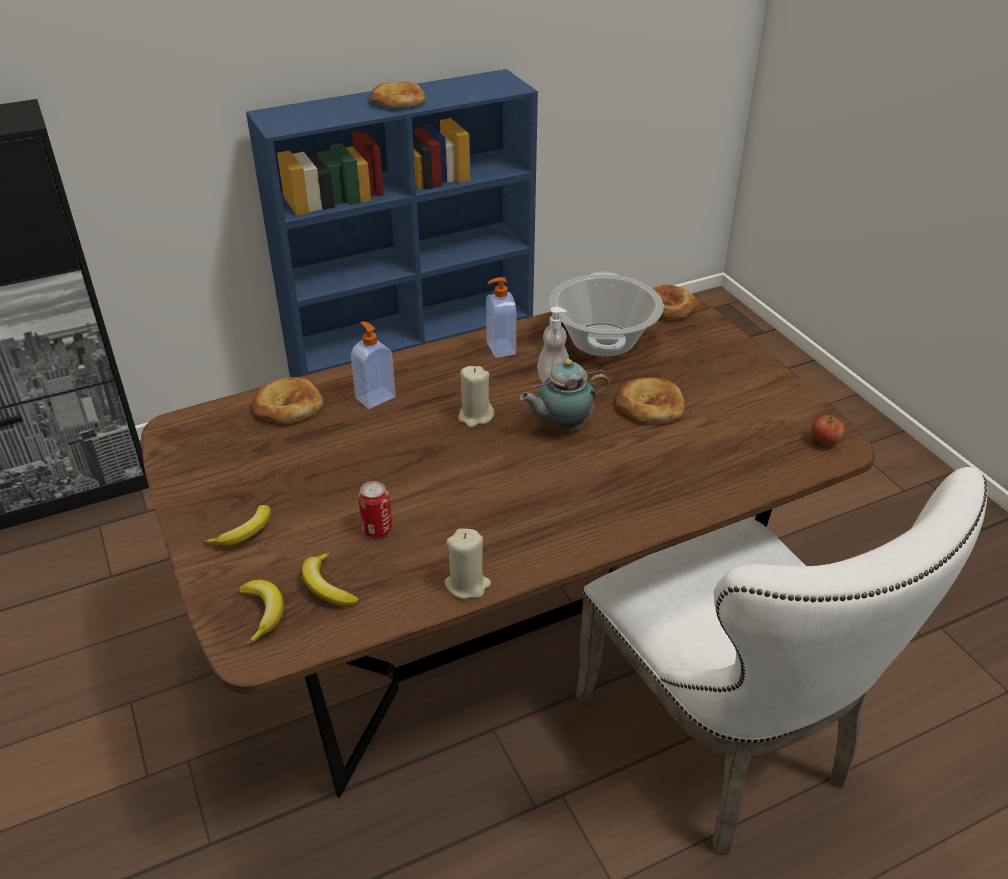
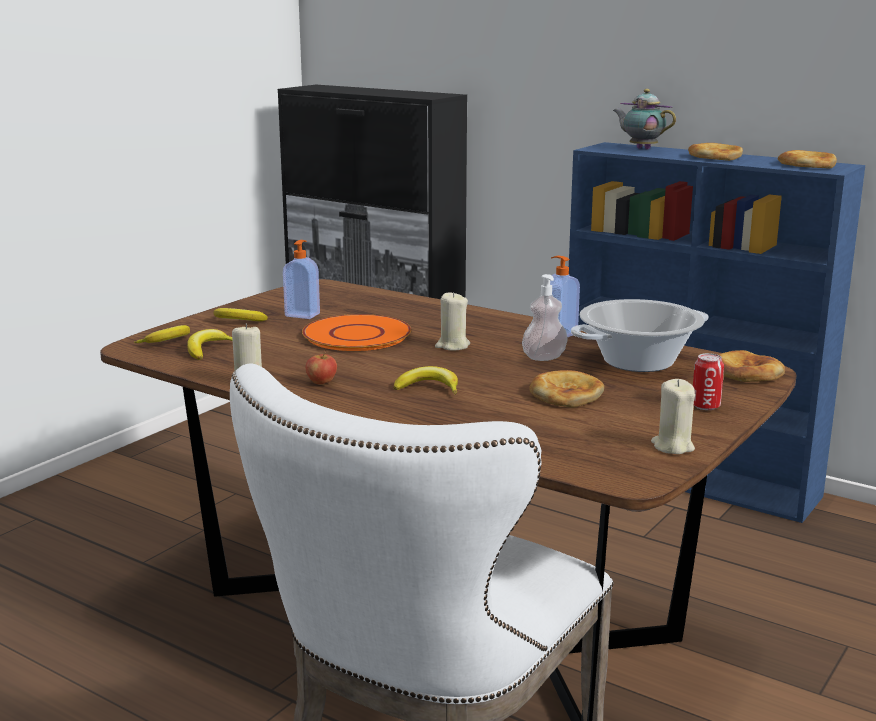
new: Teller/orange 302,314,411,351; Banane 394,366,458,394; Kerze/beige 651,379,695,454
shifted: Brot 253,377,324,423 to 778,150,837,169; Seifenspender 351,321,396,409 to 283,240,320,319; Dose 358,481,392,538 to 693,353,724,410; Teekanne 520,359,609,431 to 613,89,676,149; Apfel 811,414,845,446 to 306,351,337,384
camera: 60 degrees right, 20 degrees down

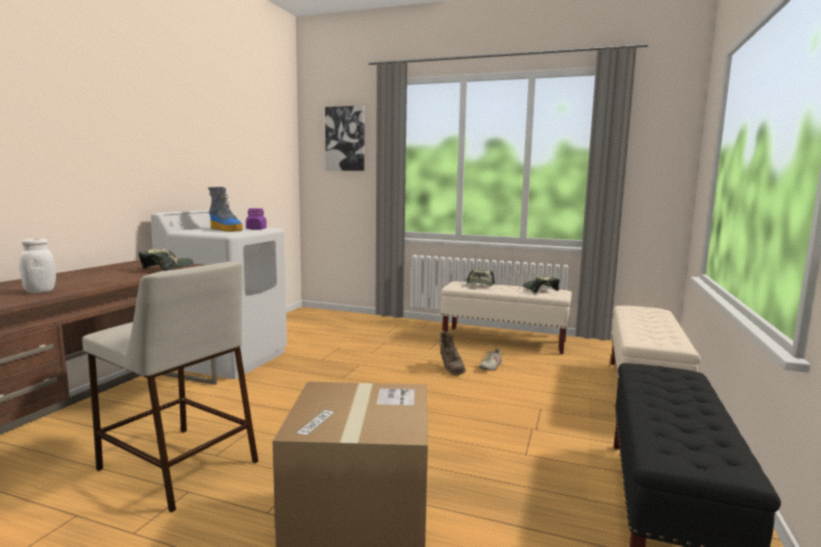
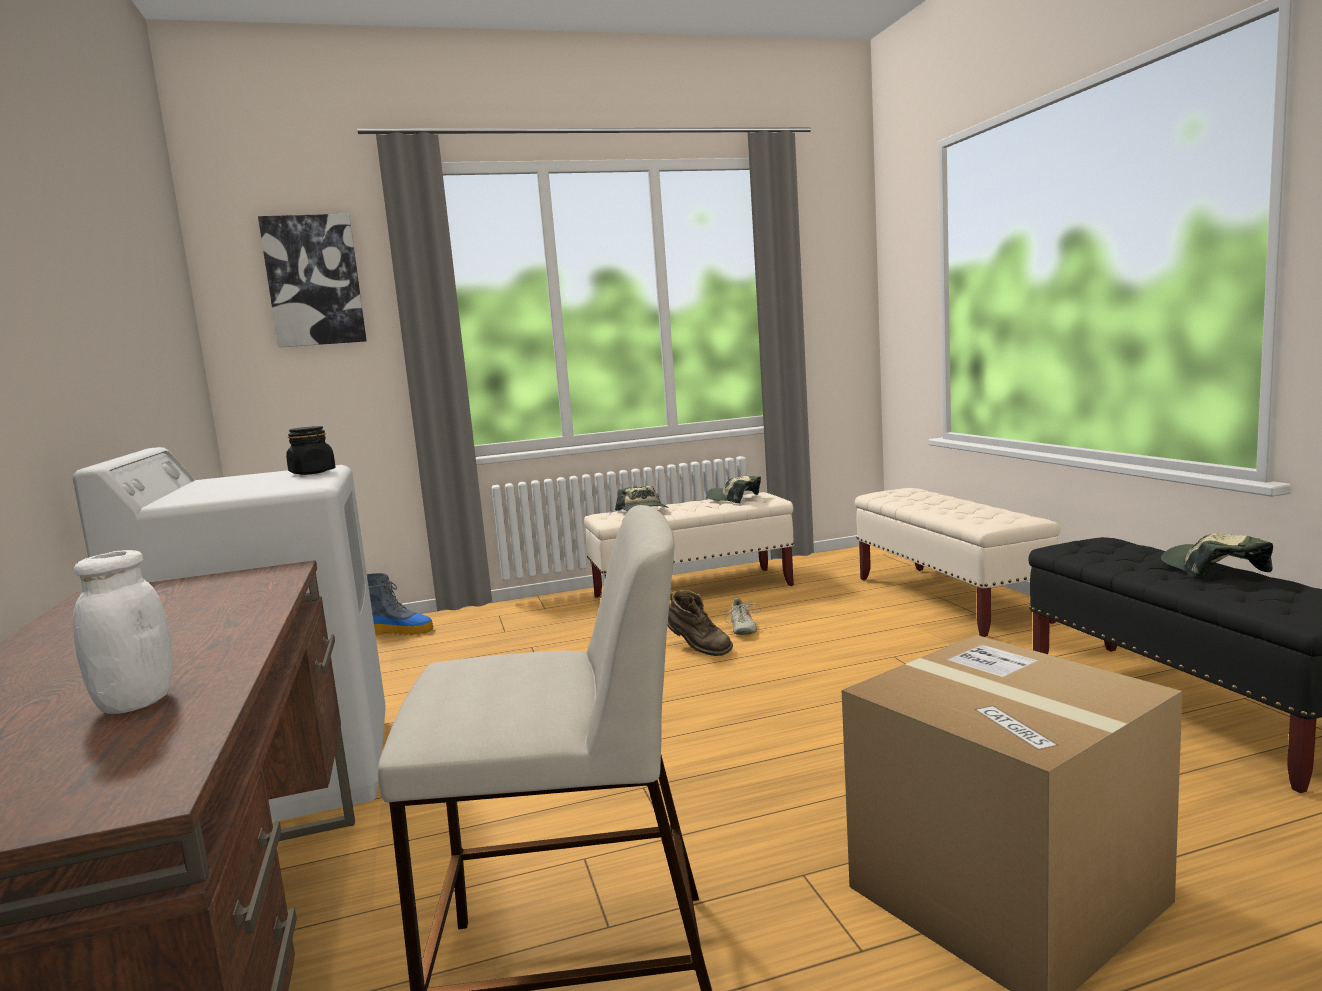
shifted: Kappe 139,249,193,271 to 1161,533,1273,580; Stiefel 208,187,243,232 to 367,573,433,635
repainted: Vorratsglas/lila 246,208,267,230 to Vorratsglas/schwarz 286,426,336,475
camera: 35 degrees left, 0 degrees up

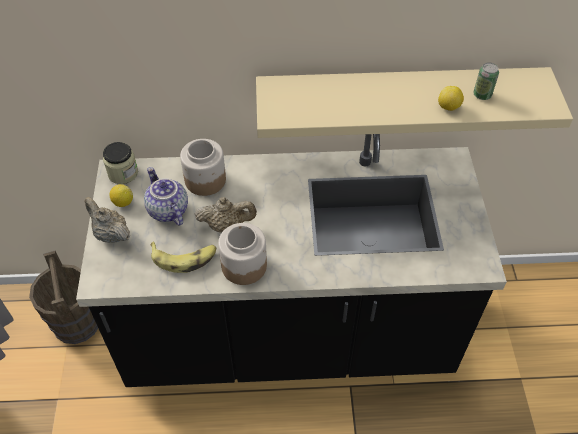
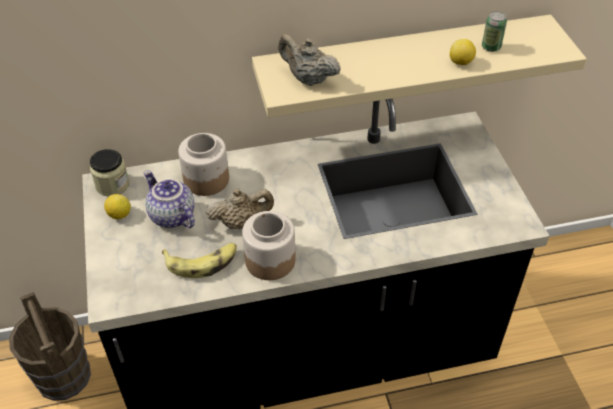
shifted: Teekanne/beige 85,197,130,243 to 278,34,341,86
camera: 10 degrees left, 5 degrees down

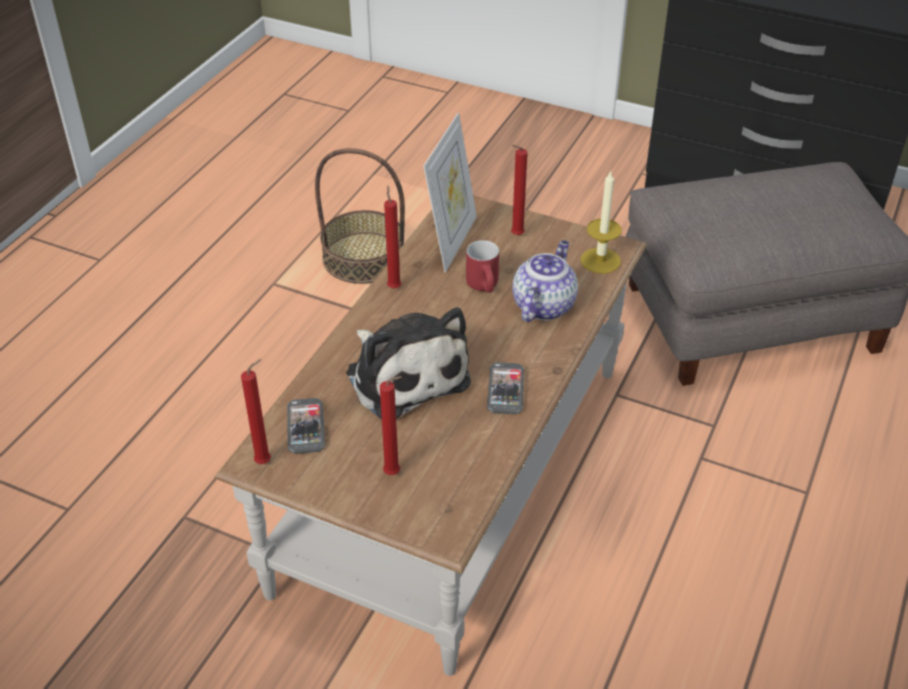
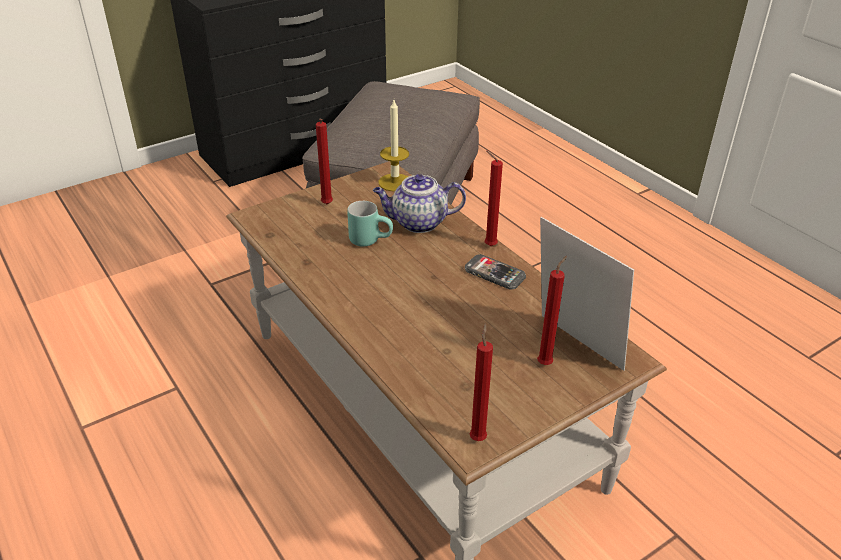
gone: Handy 287,398,325,454; Korb 315,148,405,284; Plüschtier 346,307,471,420
shifted: Kerze/rot 384,186,401,289 to 485,150,503,246; Bilderrahmen 423,113,477,273 to 540,217,634,371
repainted: Henkelbecher/rot 466,240,499,293 to Henkelbecher/türkis 347,201,393,247
rotated: Teekanne 512,240,578,322 = 373,174,466,233 60 degrees counterclockwise
camera: 60 degrees left, 5 degrees down

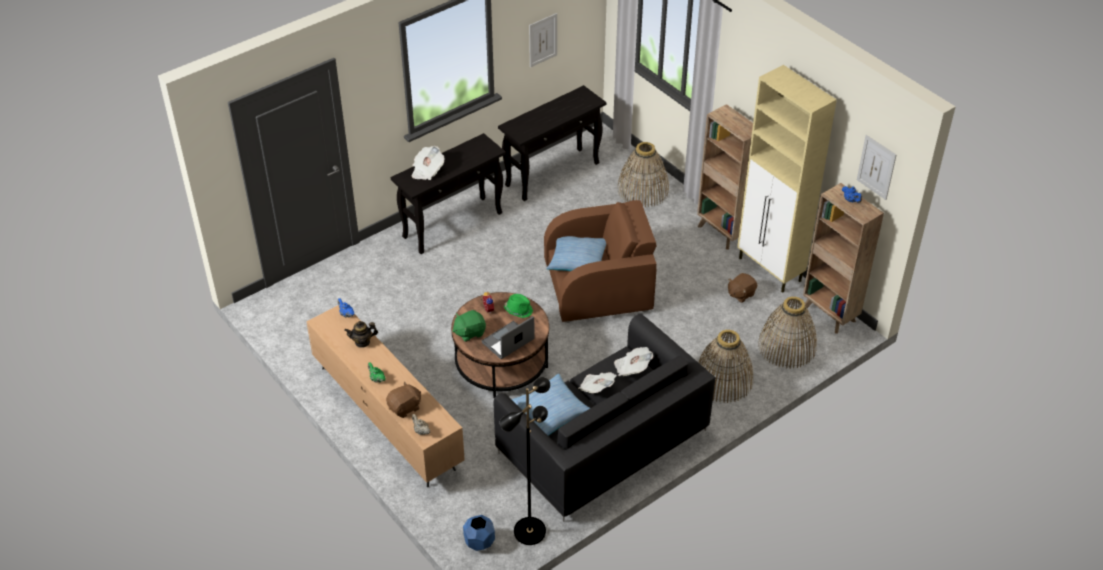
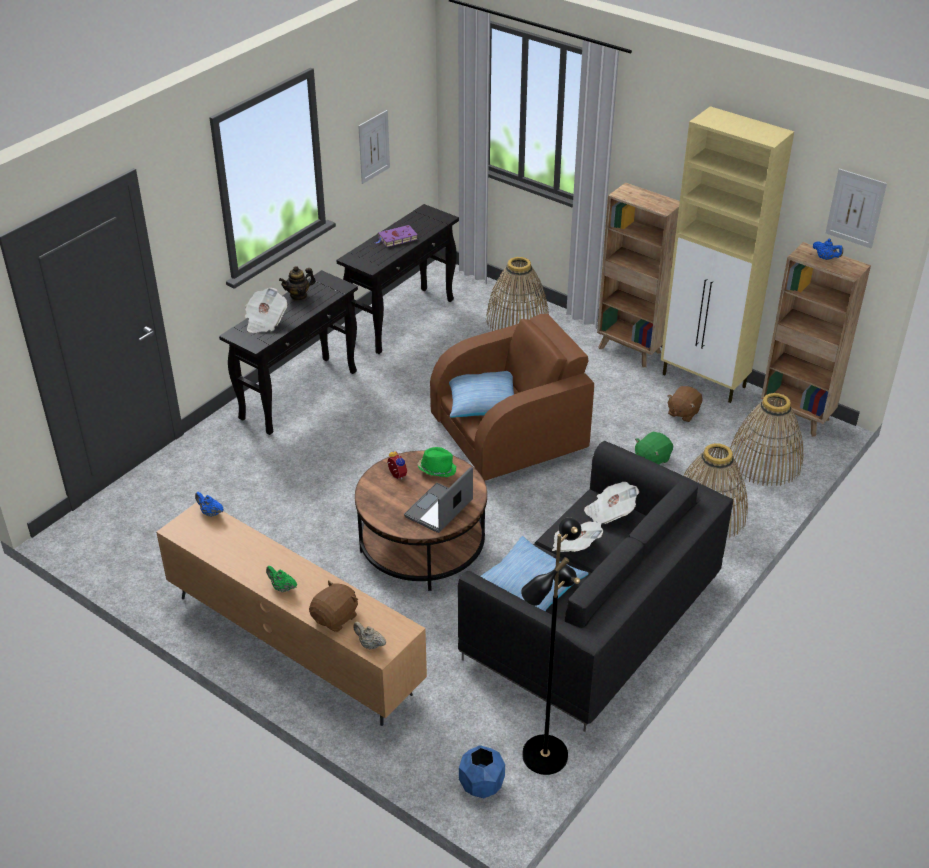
new: Buch/lila 375,225,418,247
shifted: Teekanne 344,321,378,348 to 279,266,316,301; Plüschtier/grün 452,310,486,342 to 635,432,673,465
camera: 15 degrees left, 5 degrees down

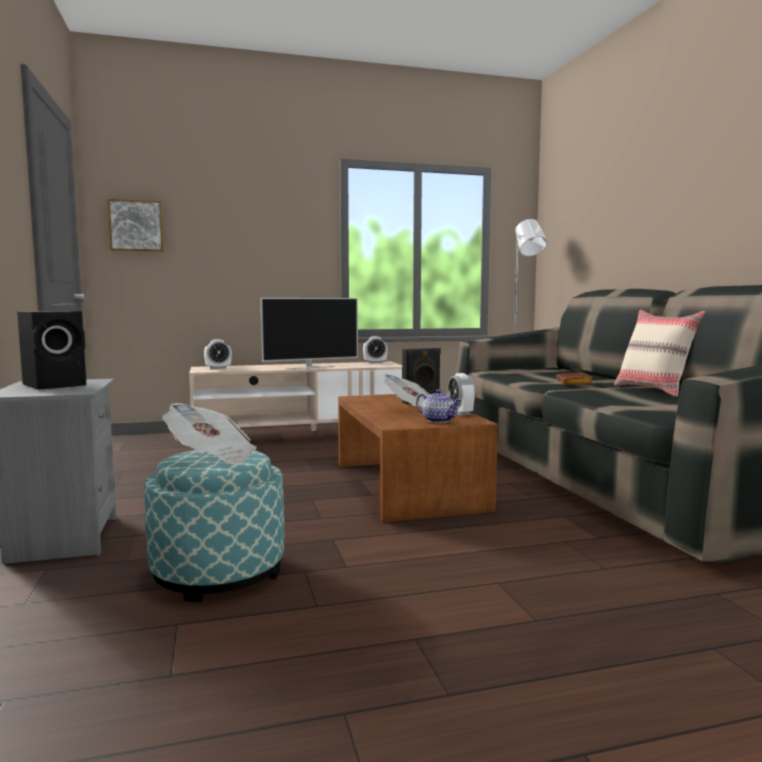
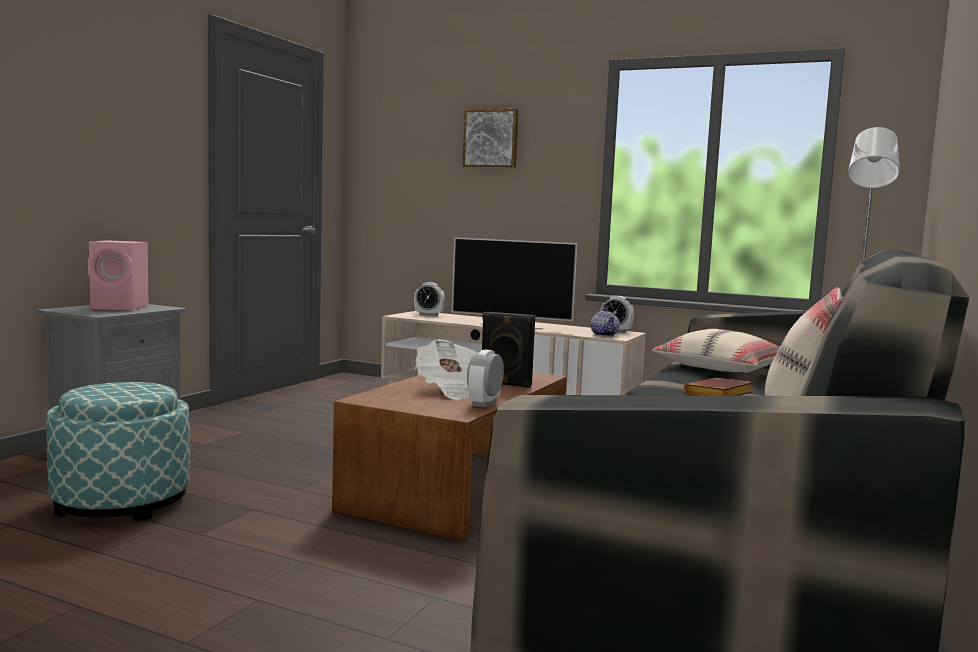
gone: Zeitung 163,403,257,465
new: Kissen/beige 652,329,780,373
shifted: Bild 108,199,164,252 to 462,109,518,168; Teekanne 416,389,462,423 to 591,308,619,337
repainted: Lautsprecher/schwarz 17,311,86,390 to Lautsprecher/rosa 88,240,149,310
camera: 40 degrees right, 0 degrees up

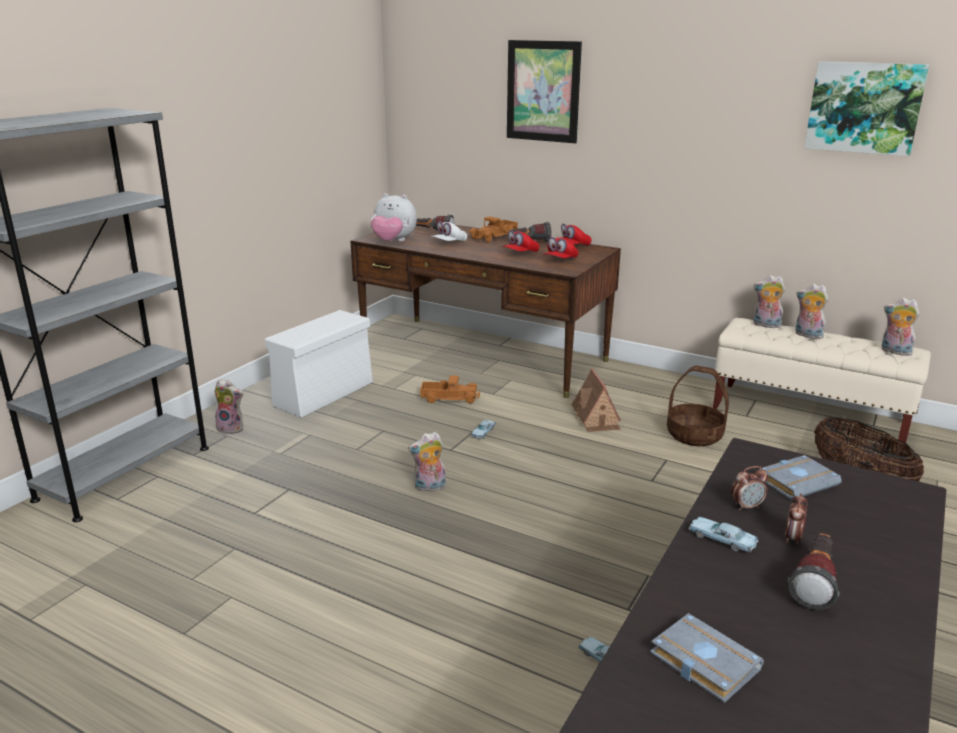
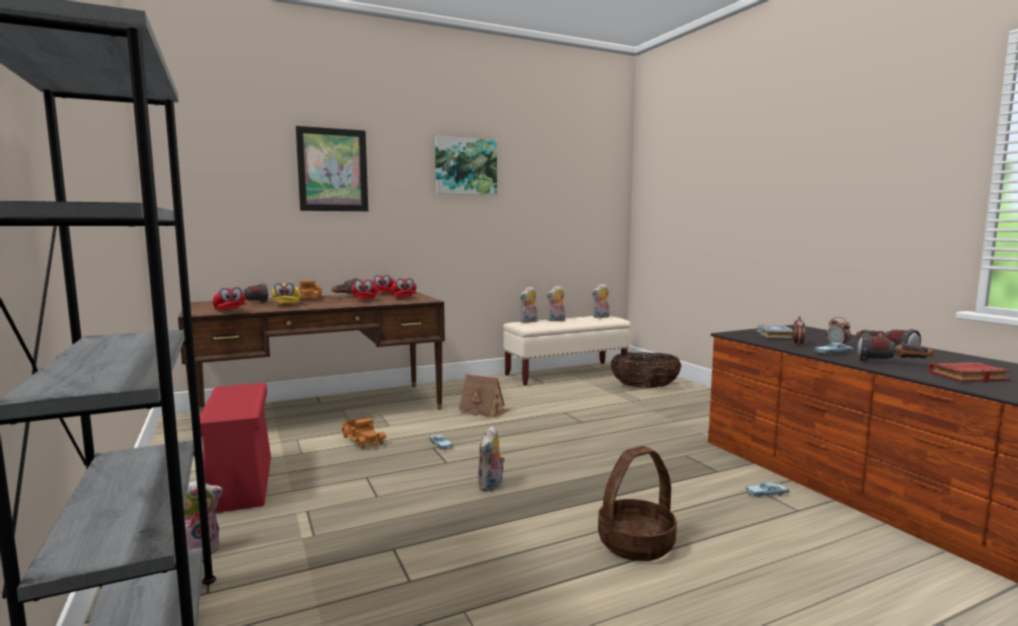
new: Taschenlampe 858,333,933,361
shifted: Korb 667,366,729,446 to 598,446,677,561; Bild 804,61,929,156 to 435,136,497,195
swapped: Plüschtier 371,193,417,242 to Kappe/rot 213,287,246,310
repainted: Aufbewahrungsbox/weiß 265,310,373,418 to Aufbewahrungsbox/rot 200,383,271,513; Kappe/weiß 431,221,467,241 to Kappe/gelb 272,283,301,303; Buch/grau 650,613,764,703 to Buch/rot 928,362,1011,382
rotated: Spielzeuglaster 420,375,480,403 = 342,418,386,449 105 degrees clockwise
camera: 55 degrees left, 15 degrees down

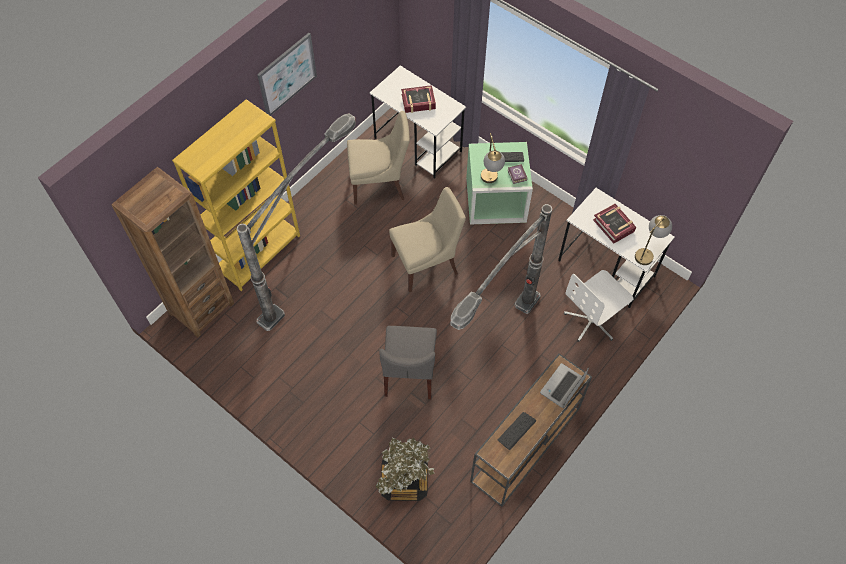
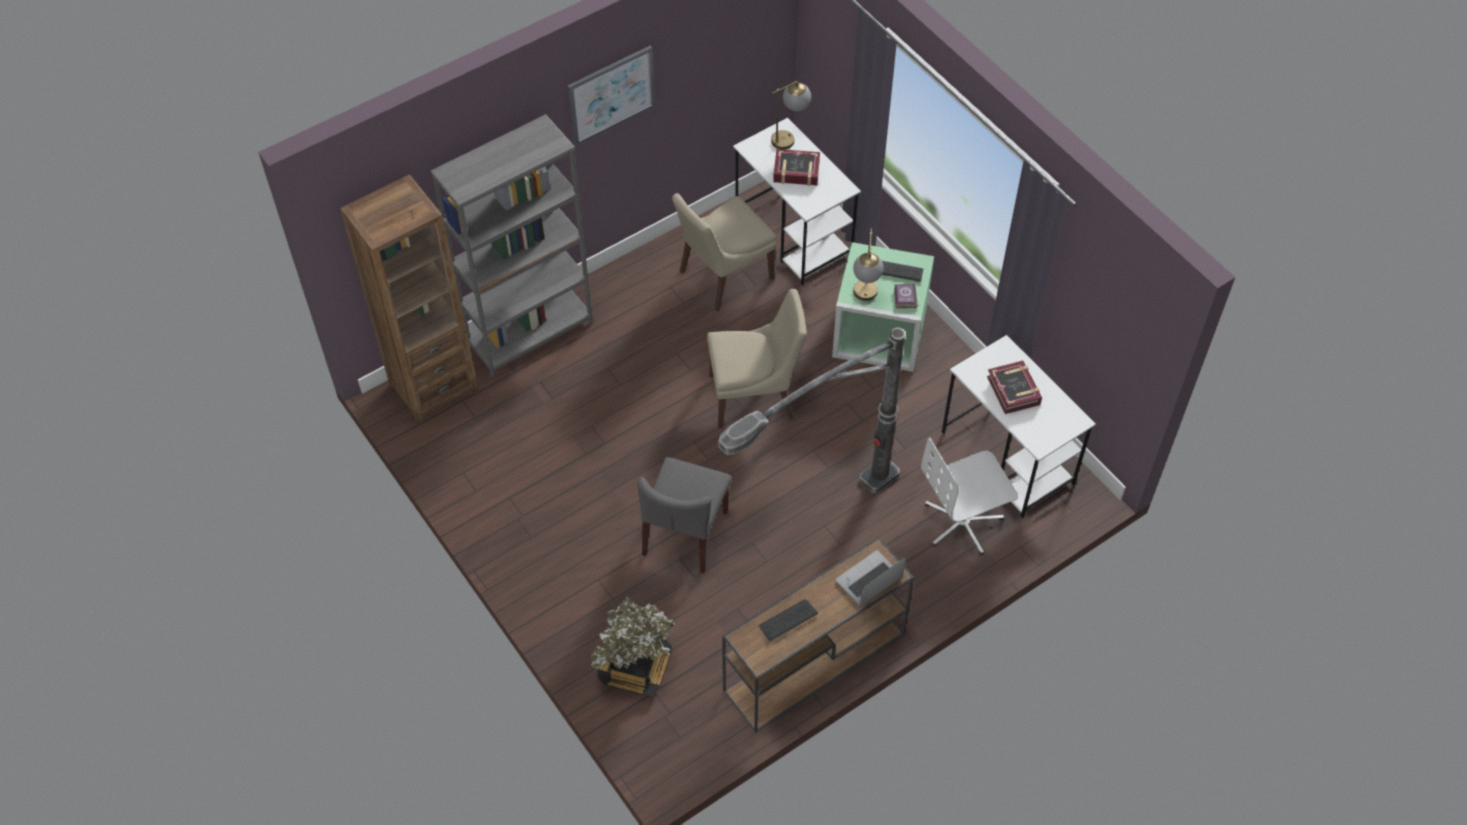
gone: Stehlampe 237,113,356,331
shifted: Tischlampe 635,215,672,265 to 771,81,811,150
repainted: Bücherregal/gelb 172,99,300,291 to Bücherregal/grau 430,114,593,377
rotated: Stuhl/beige 347,111,410,205 = 672,193,777,312 135 degrees clockwise
camera: 15 degrees right, 5 degrees down

